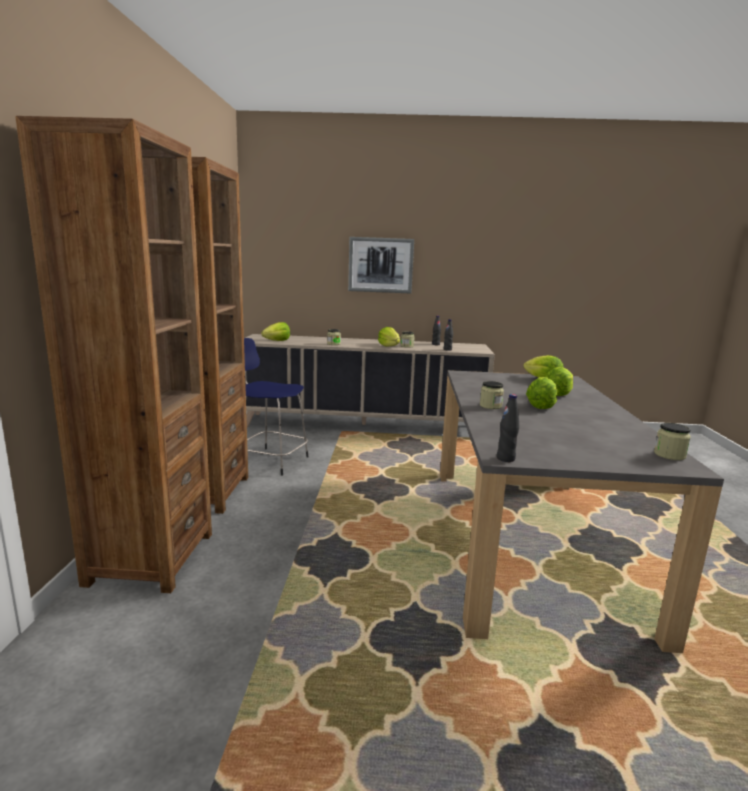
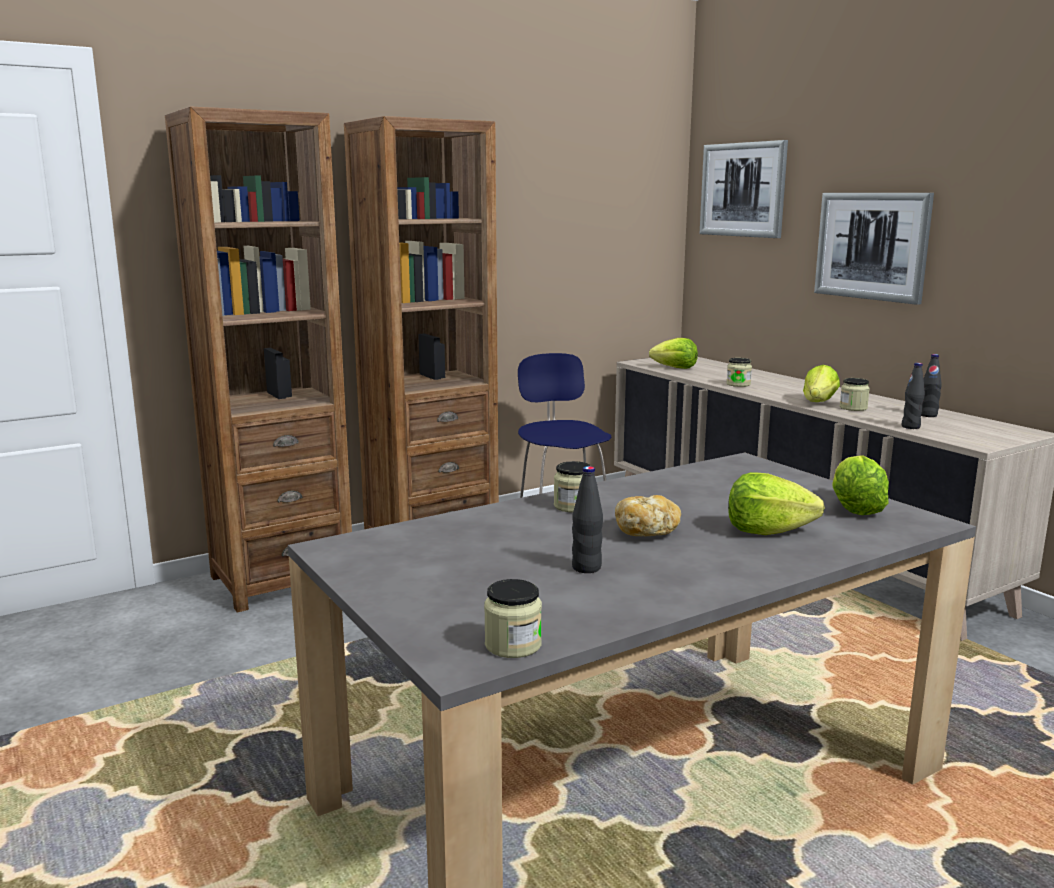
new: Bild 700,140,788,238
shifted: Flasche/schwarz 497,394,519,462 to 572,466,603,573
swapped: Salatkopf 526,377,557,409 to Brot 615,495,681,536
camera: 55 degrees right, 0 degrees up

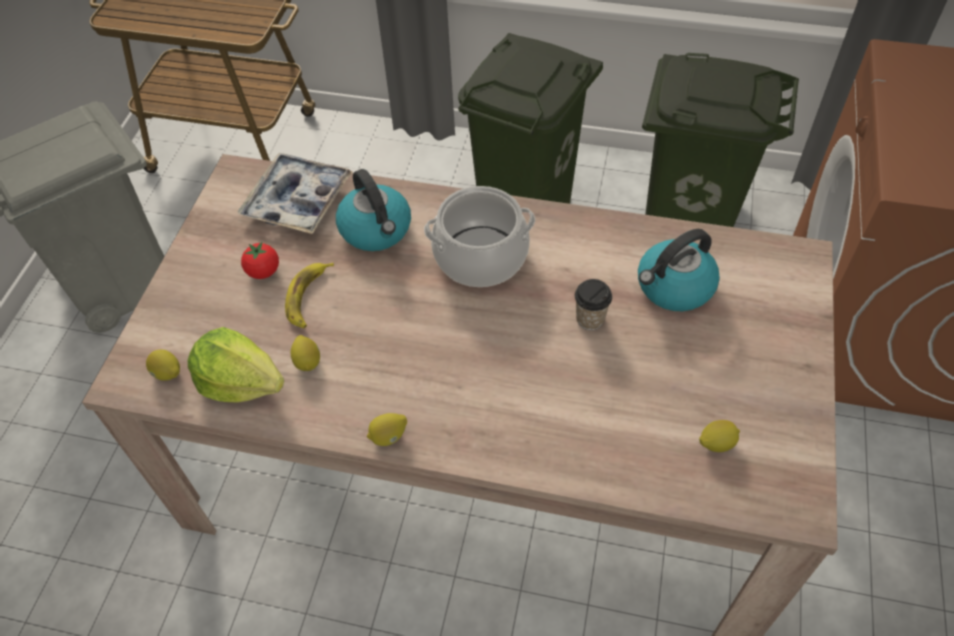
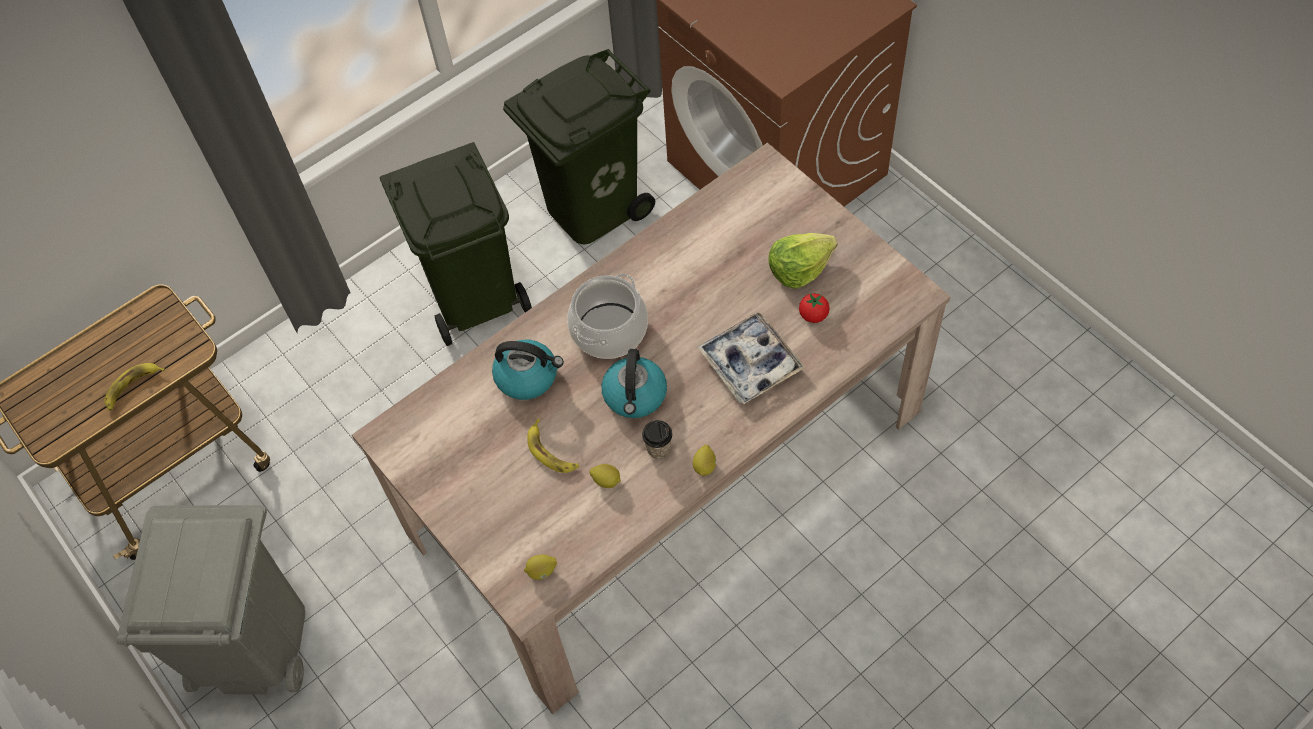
gone: Zitrone 699,420,740,452
new: Banane 105,363,165,411
shifted: Salatkopf 188,327,284,403 to 769,233,837,289; Tablett 237,153,353,234 to 697,312,805,404; Tomate 241,242,279,279 to 799,293,830,323; Tasse 575,279,612,330 to 642,420,673,459; Wasserkessel 638,229,720,311 to 602,349,667,418
camera: 50 degrees left, 5 degrees up

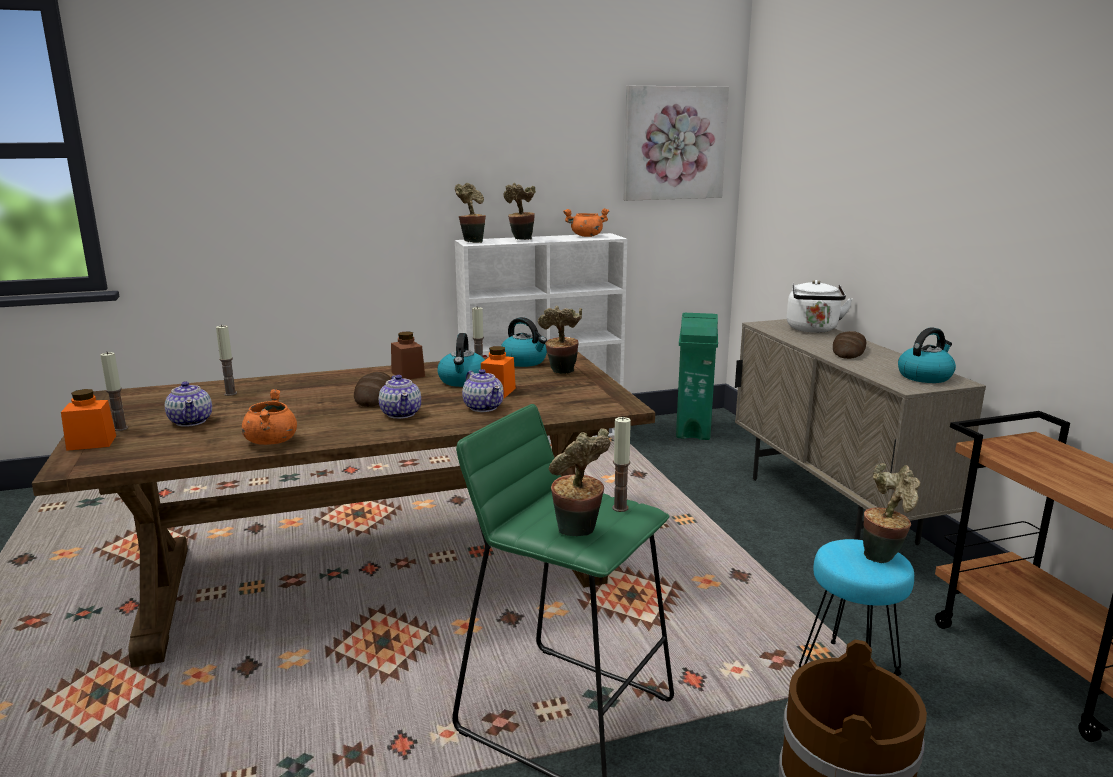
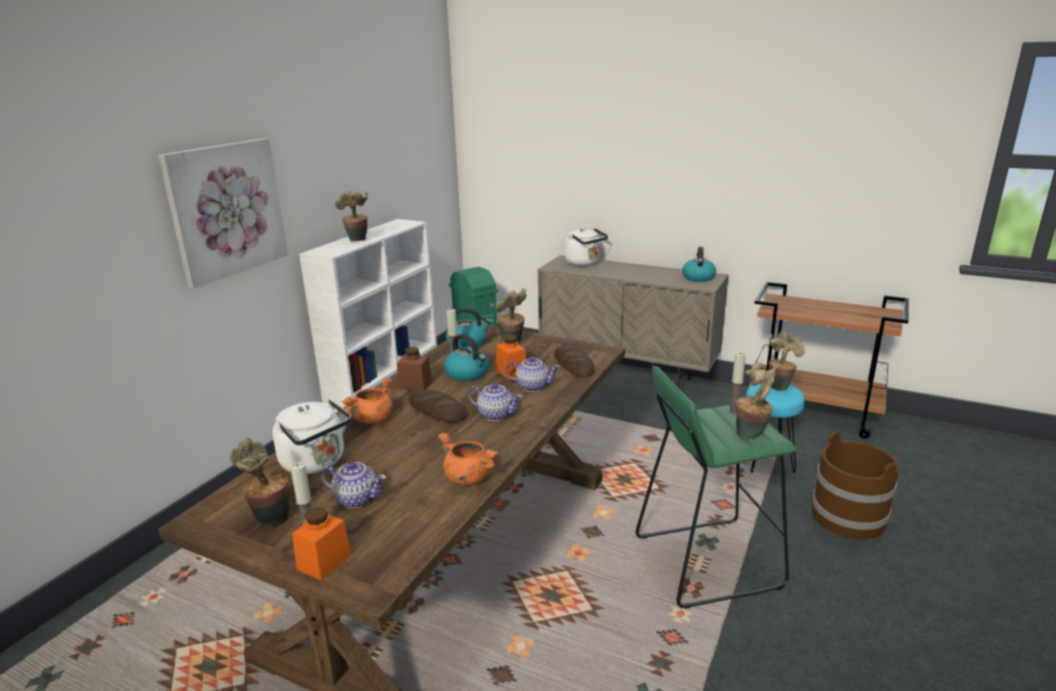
shifted: Topfpflanze 455,183,486,243 to 230,438,289,527; Kochtopf/orange 563,208,610,237 to 342,378,393,424; Bild 623,86,729,201 to 158,138,288,288; Brot 833,331,867,359 to 554,345,595,377
swapped: Kerze 216,325,237,396 to Wasserkessel/weiß 272,399,351,474
camera: 45 degrees left, 5 degrees up

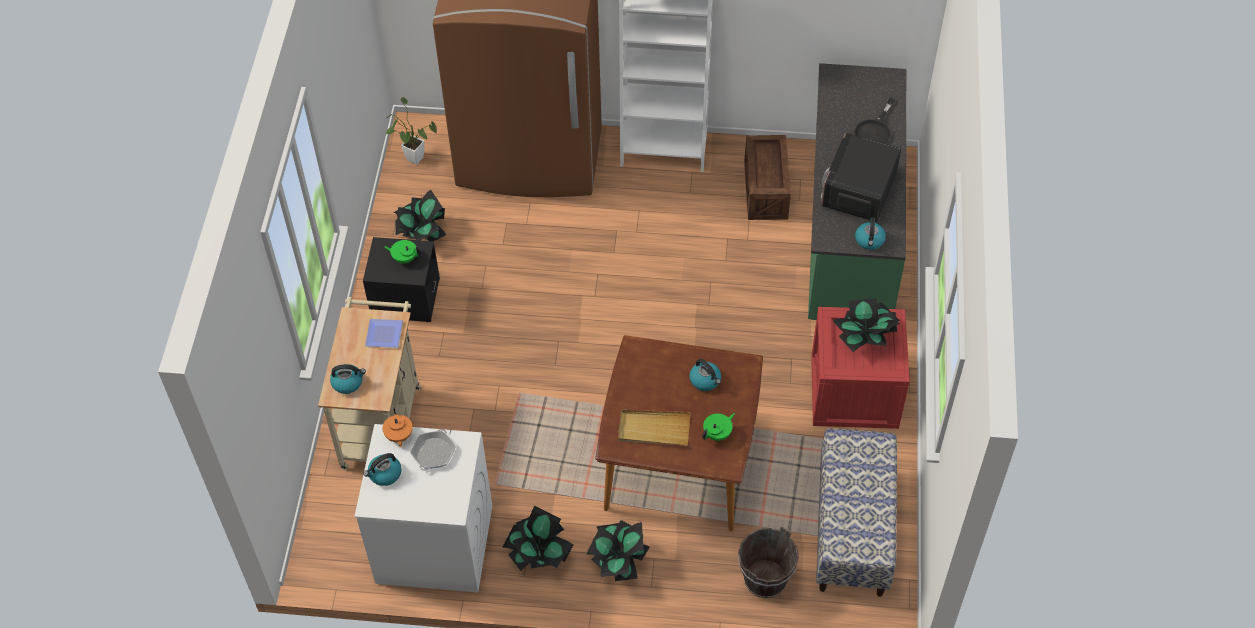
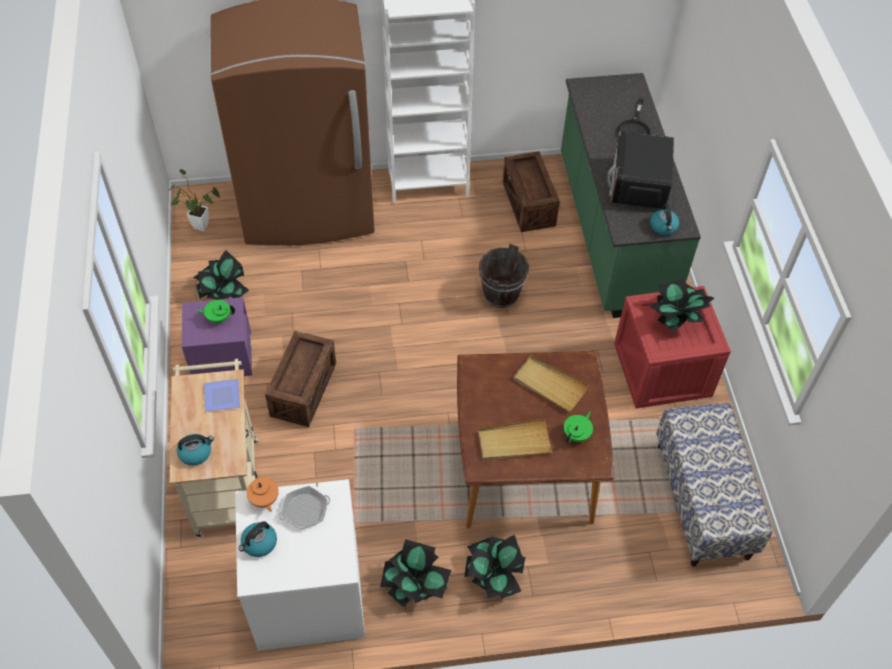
new: Kiste 265,331,336,427
shifted: Eimer/braun 738,527,799,598 to 479,244,529,308
swapped: Wasserkessel 689,359,721,391 to Tablett/beige 513,355,589,412
repainted: Nachttisch/schwarz 363,237,440,322 to Nachttisch/lila 182,297,252,376
rotated: Pfanne 411,429,456,471 = 279,486,330,529 60 degrees clockwise
camera: 15 degrees left, 0 degrees up

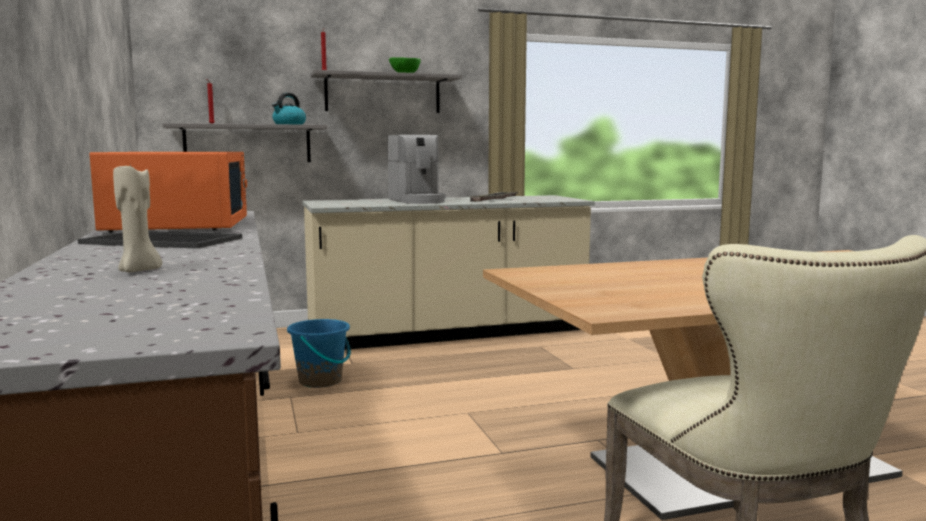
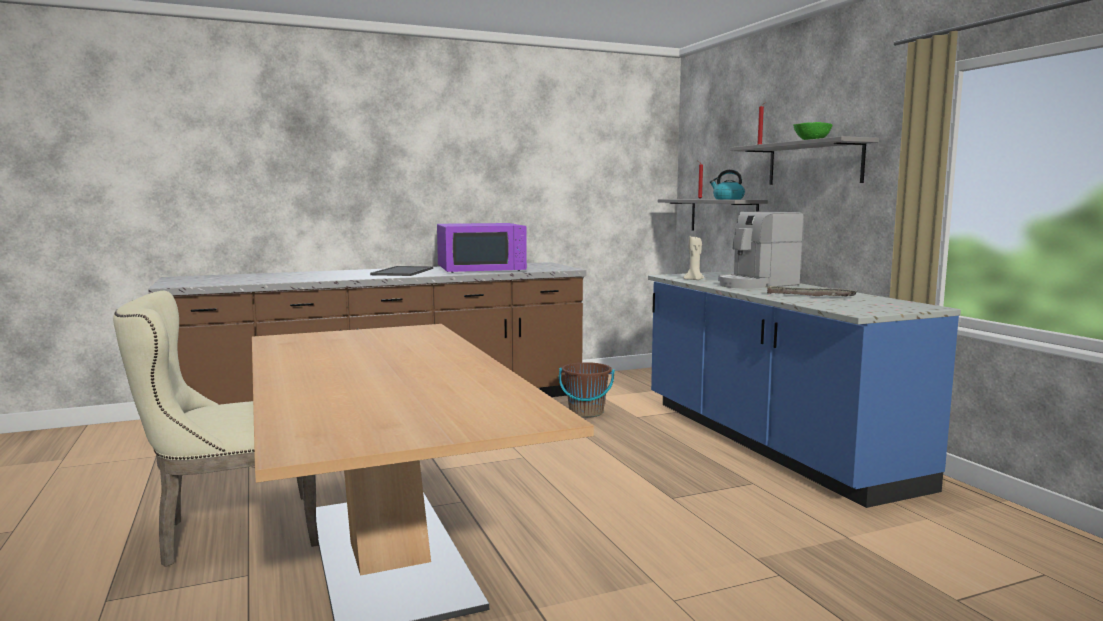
shifted: Kerze/beige 113,162,162,272 to 683,236,704,280
repainted: Mikrowelle/orange 90,152,247,233 to Mikrowelle/lila 437,223,527,273; Eimer/blau 287,319,351,388 to Eimer/braun 559,362,614,418; Küchenzeile/beige 302,195,595,350 to Küchenzeile/blau 648,272,961,508
camera: 85 degrees right, 0 degrees up

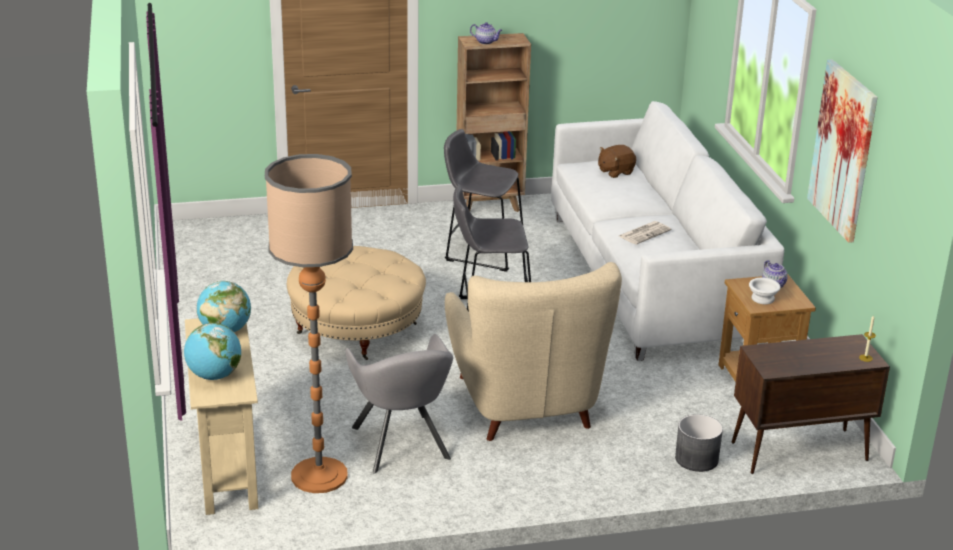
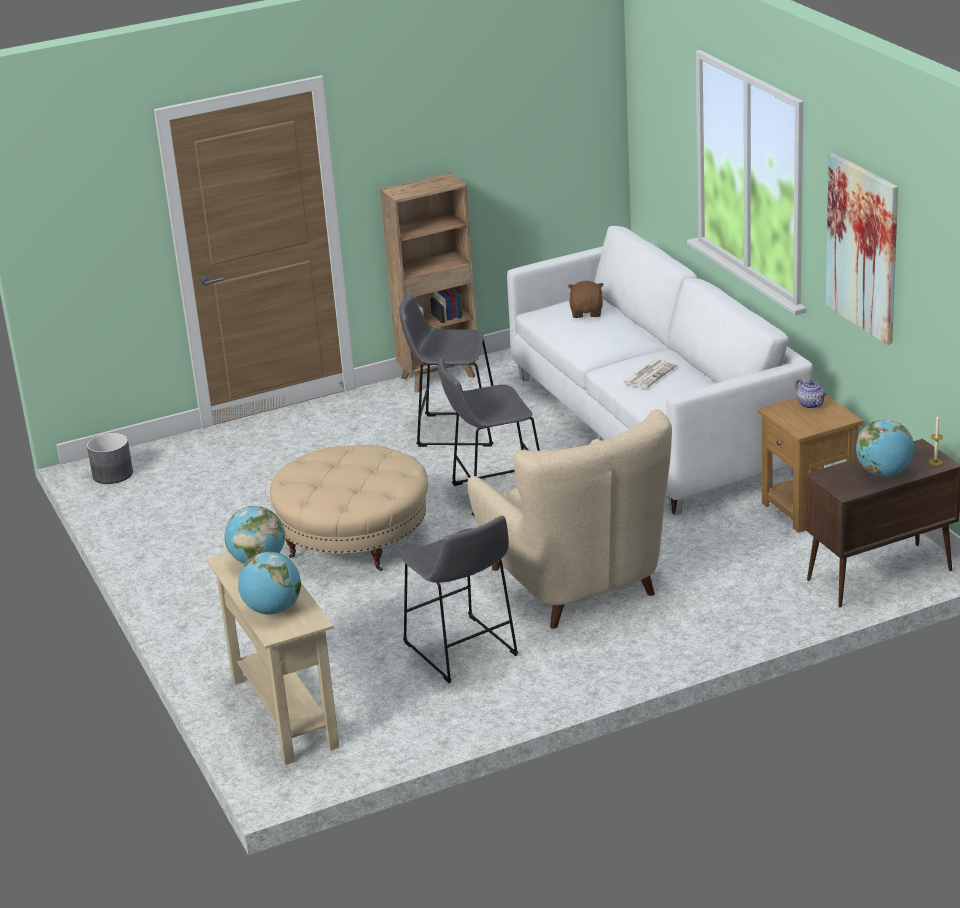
gone: Stehlampe 265,154,353,493; Teekanne 470,22,502,45; Schüssel/weiß 749,278,781,304
new: Globus 856,419,914,477
shifted: Pflanzkübel/grau 675,414,723,472 to 87,433,133,484
swapped: Sessel/grau 346,334,453,474 to Hocker/grau 401,516,518,683
rotated: Plüschtier/braun 598,145,636,178 = 568,281,604,318 135 degrees clockwise
camera: 10 degrees left, 0 degrees up

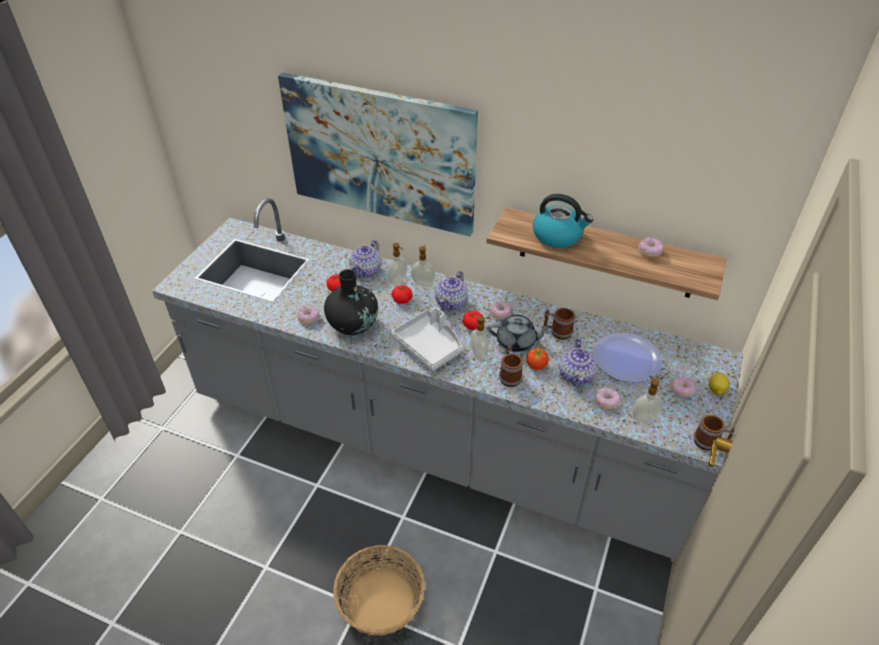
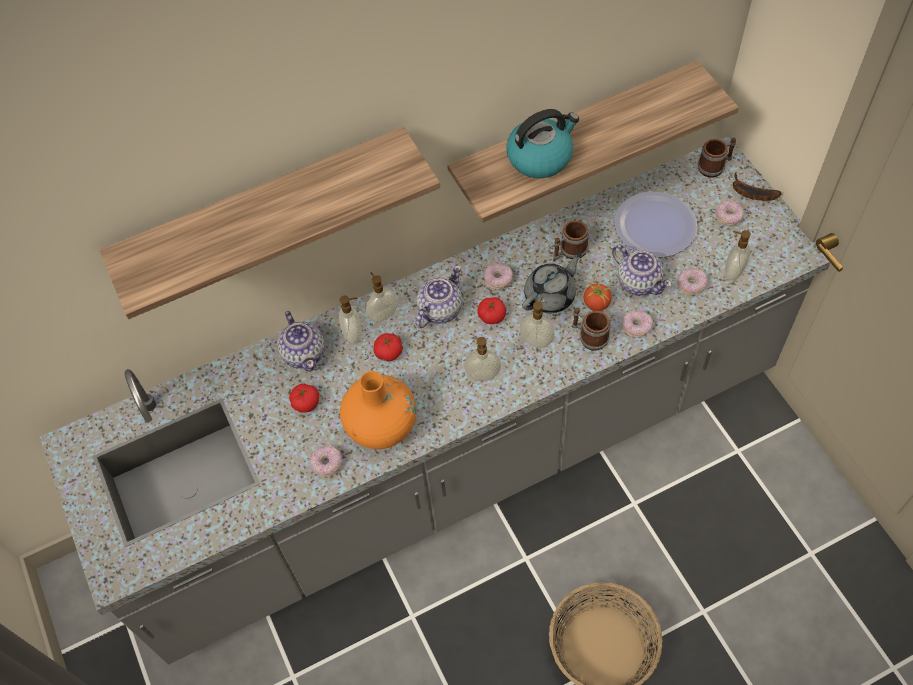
shifted: Donut 638,237,664,257 to 622,310,653,338; Henkelbecher 693,415,735,451 to 698,138,736,178
swapped: Bild 278,72,478,237 to Wandregal 99,127,440,319; Tablett/grau 391,307,462,371 to Seifenspender 464,337,501,381; Zitrone 709,373,729,395 to Banane 733,172,781,201
repainted: Vase/schwarz 324,269,378,335 to Vase/orange 340,371,416,449
rotated: Teekanne 435,271,468,311 = 416,265,462,328 120 degrees counterclockwise
camera: 45 degrees left, 15 degrees up

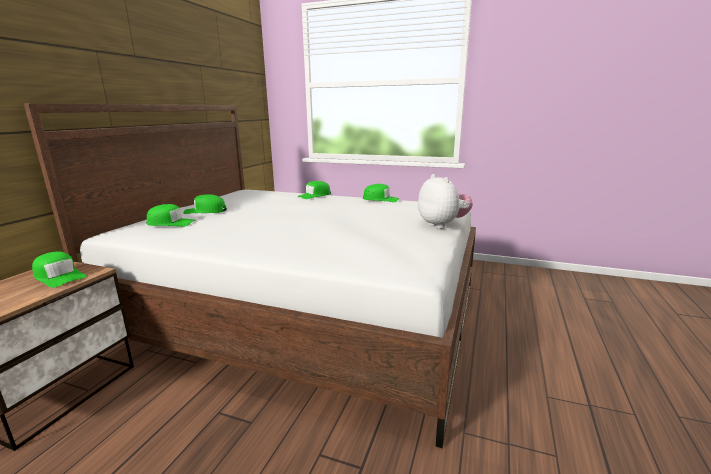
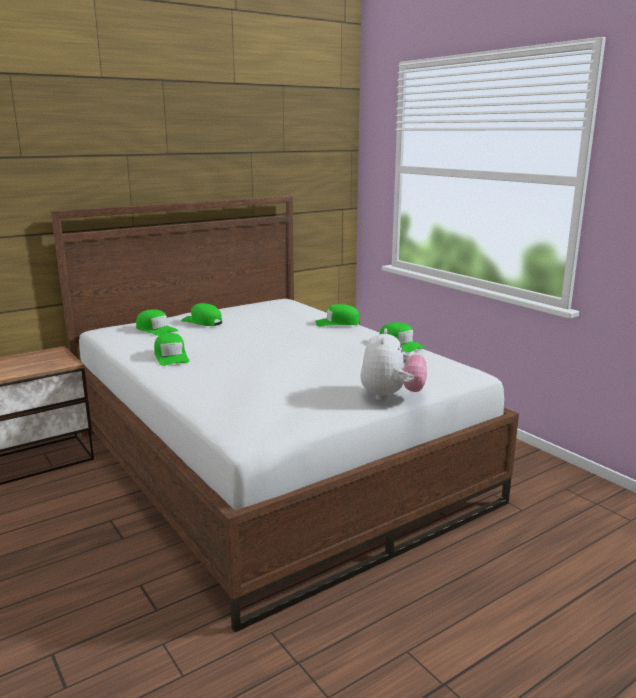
shifted: Kappe/grün 32,252,87,288 to 154,333,189,366
camera: 35 degrees right, 0 degrees up

